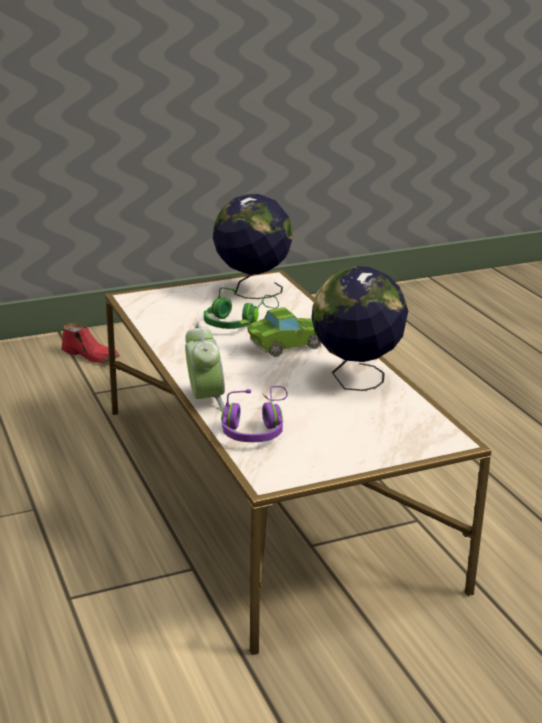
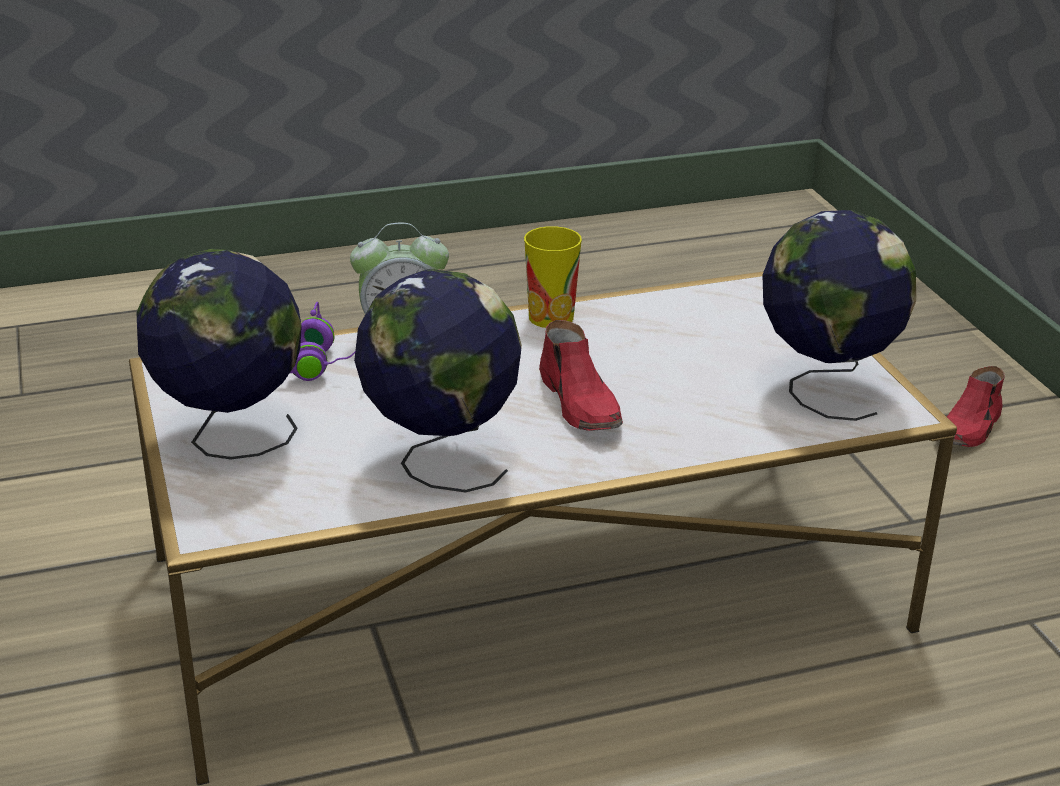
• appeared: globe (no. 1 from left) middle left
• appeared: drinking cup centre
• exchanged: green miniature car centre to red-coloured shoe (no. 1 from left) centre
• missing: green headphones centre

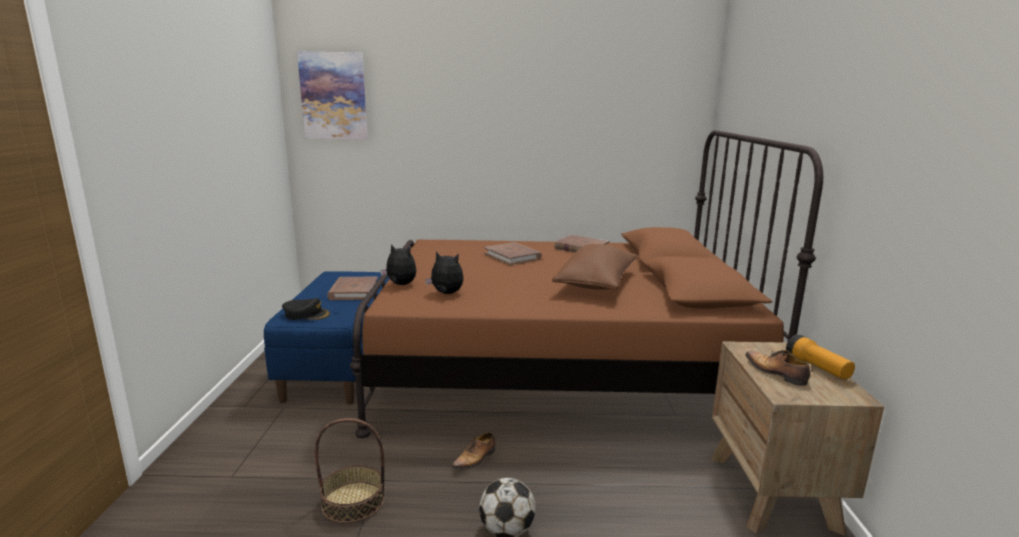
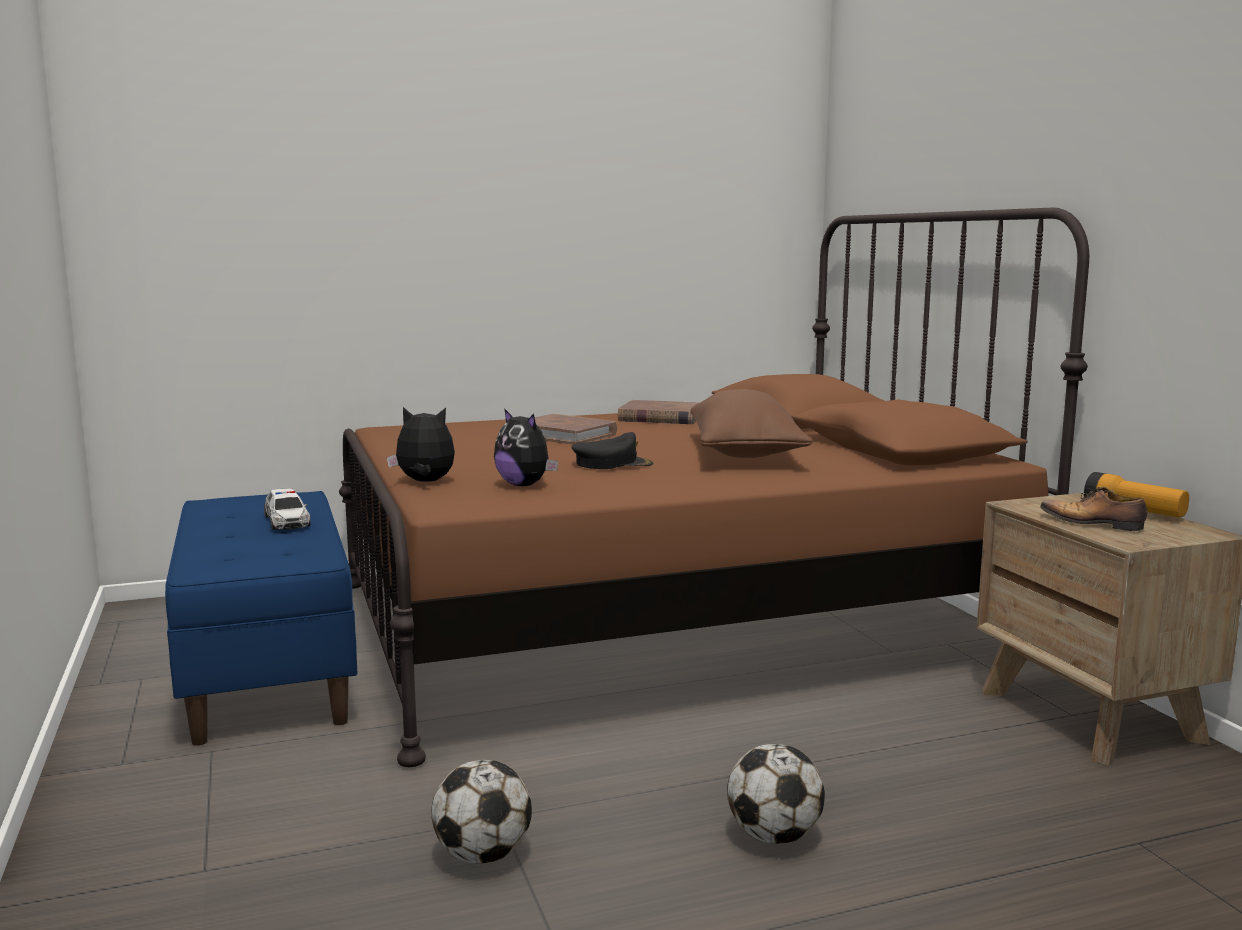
• exchanged: brown volume (no. 1 from left) centre to miniature car middle left
• exchanged: storage basket bottom centre to football ball (no. 1 from left) bottom centre
• spun: cuddly toy (no. 2 from left) centre = centre 135 degrees counterclockwise
• relocated: black-coloured baseball cap middle left to centre
• missing: picture top left
• missing: shoe (no. 1 from left) bottom centre

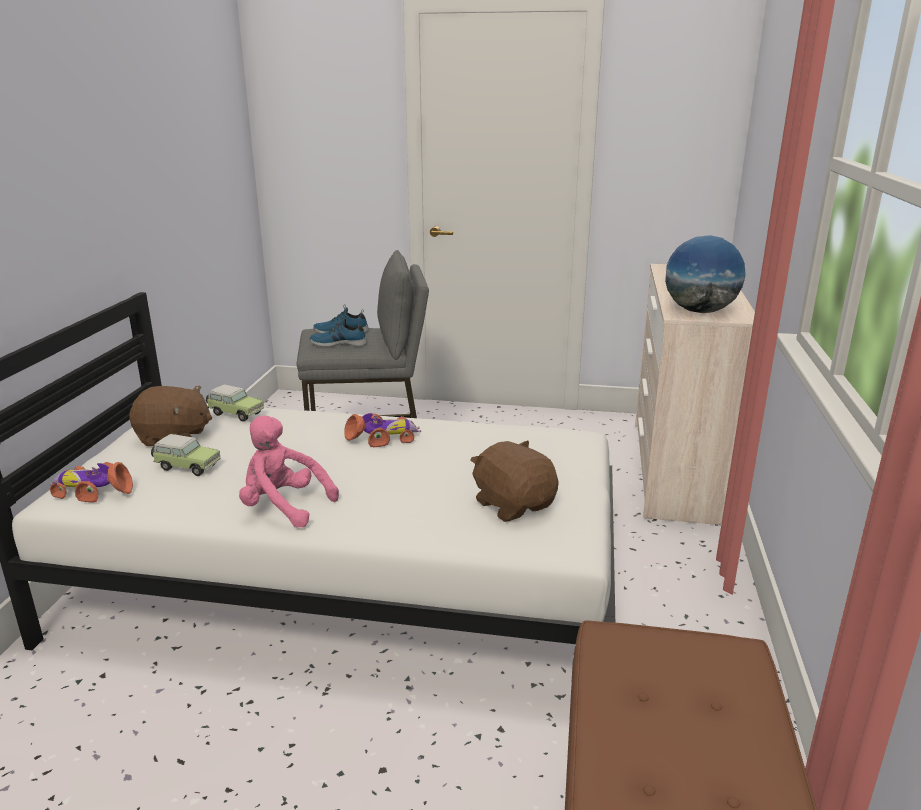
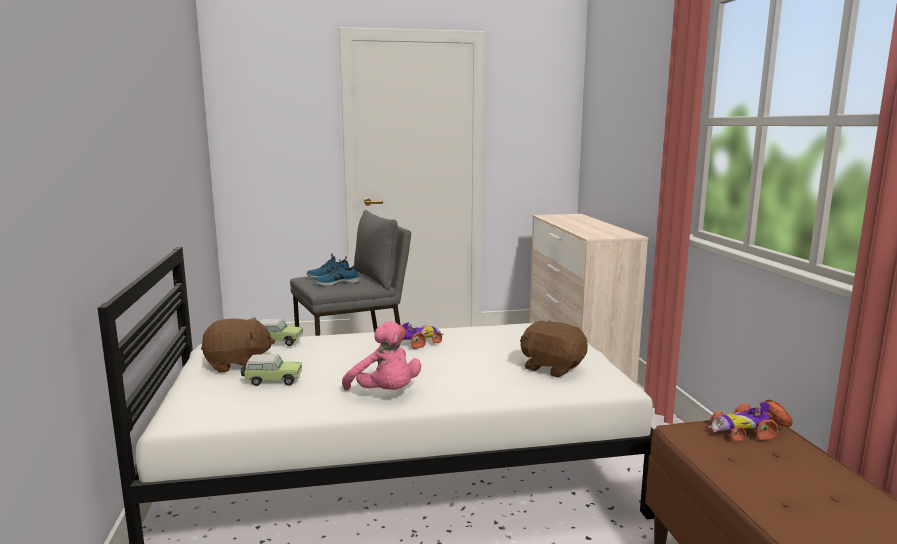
• spun: pinkish cuddly toy middle left = centre 135 degrees counterclockwise
• relocated: miniature car (no. 1 from left in the first image) middle left to miniature car (no. 4 from left) bottom right
• missing: globe middle right

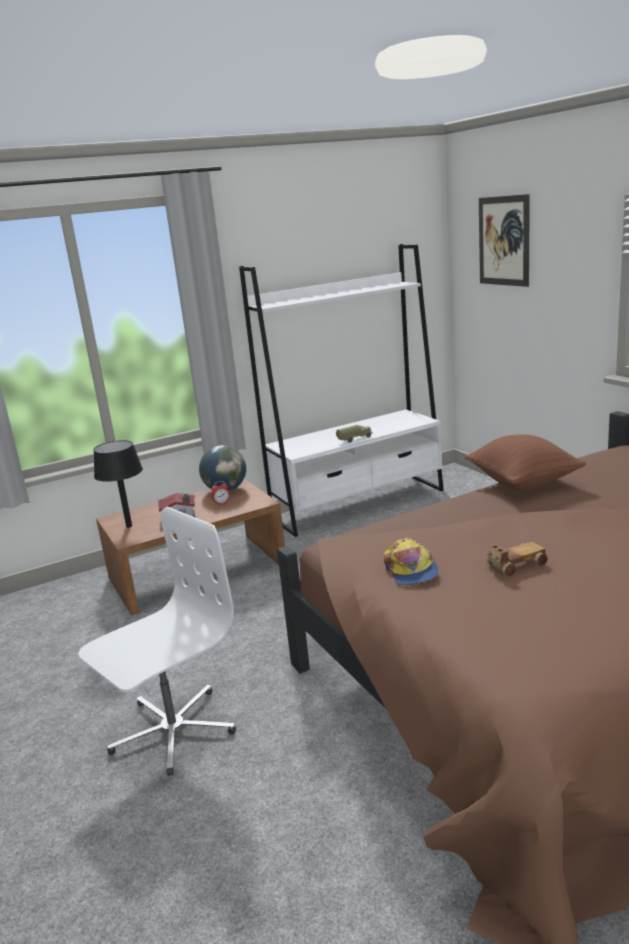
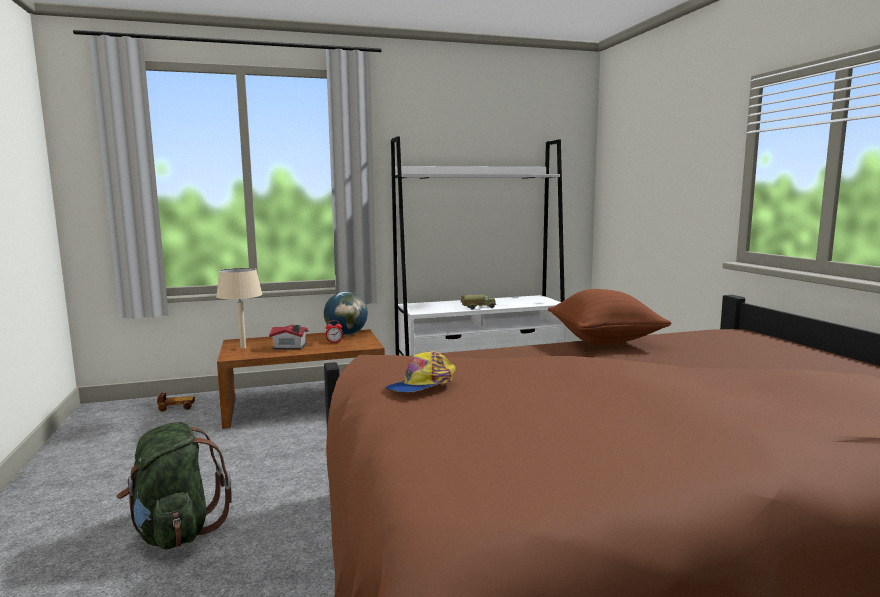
• exchanged: white-coloured computer chair bottom left to green backpack bottom left
• relocated: miniature car middle right to bottom left
• colour: black-coloured table lamp middle left to beige-coloured table lamp middle left
• spun: baseball cap centre = centre 45 degrees clockwise
• missing: picture top right

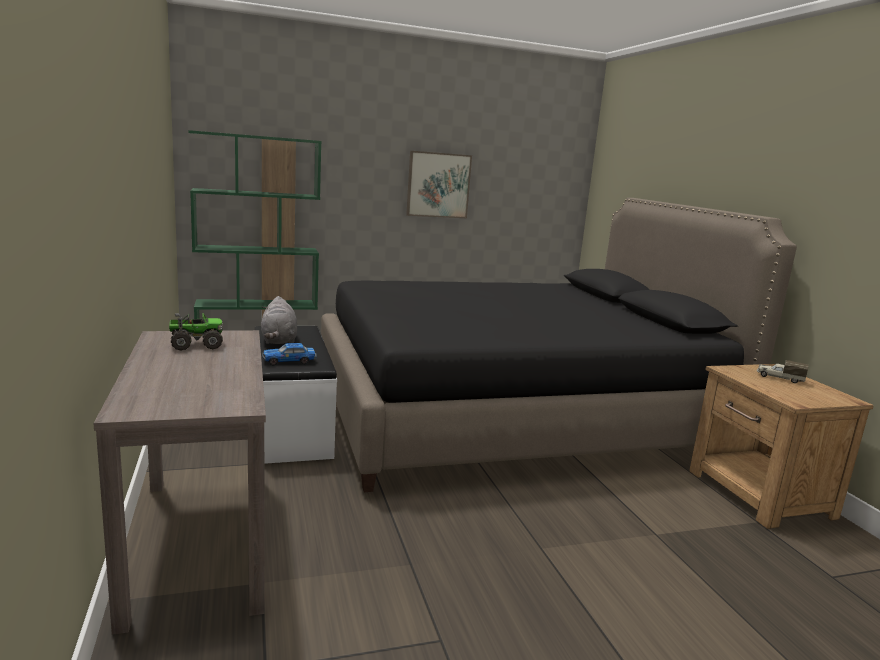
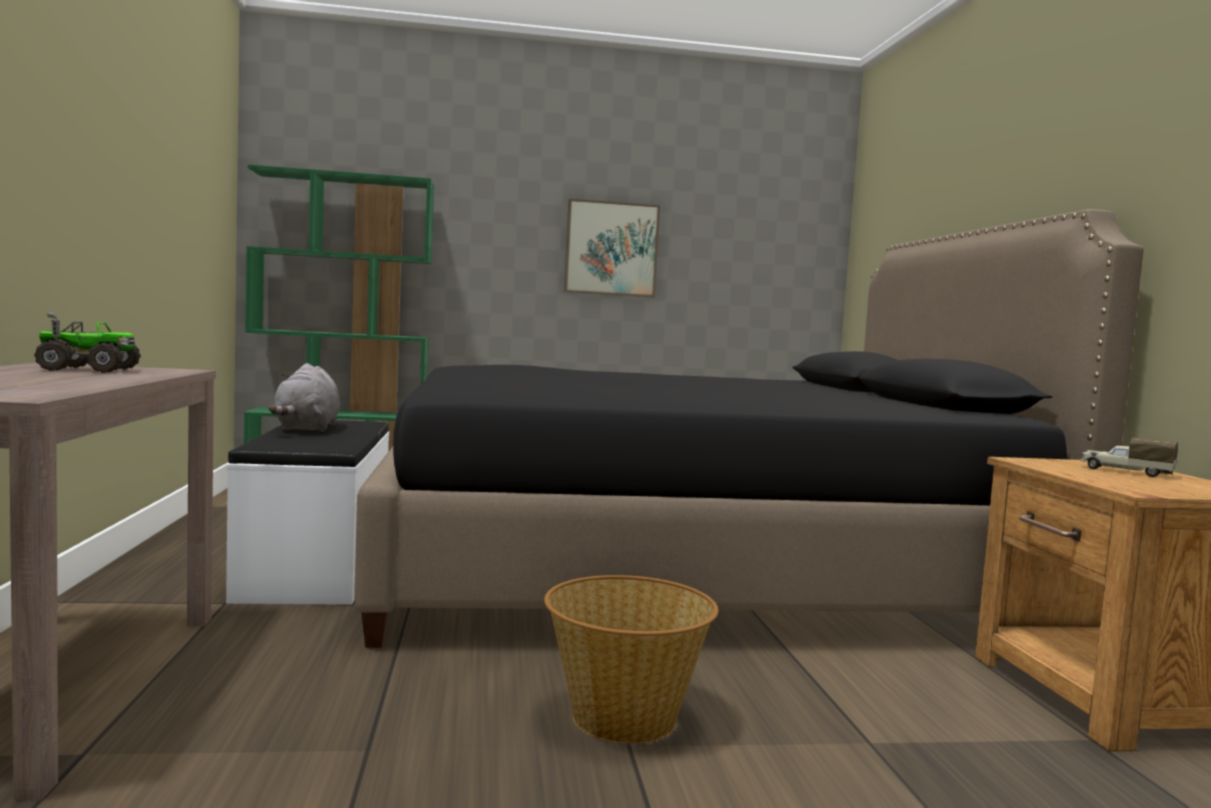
• appeared: storage basket bottom centre
• missing: miniature car middle left

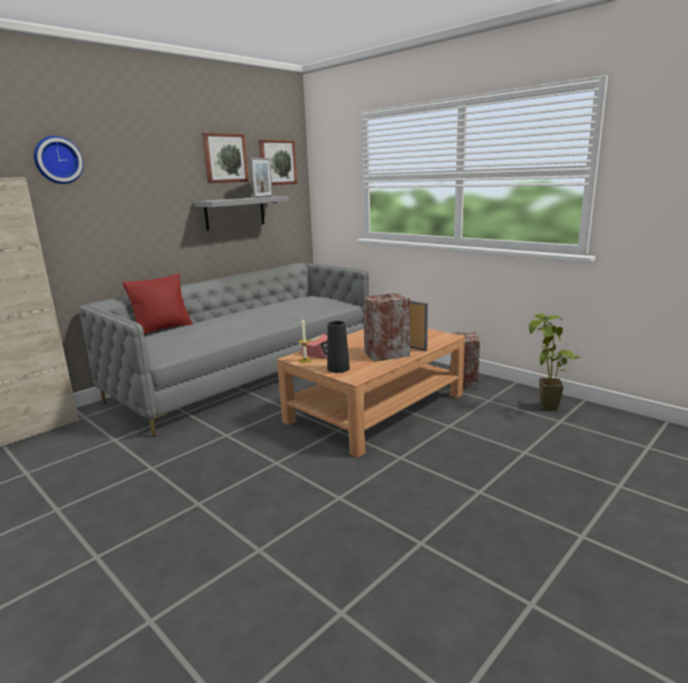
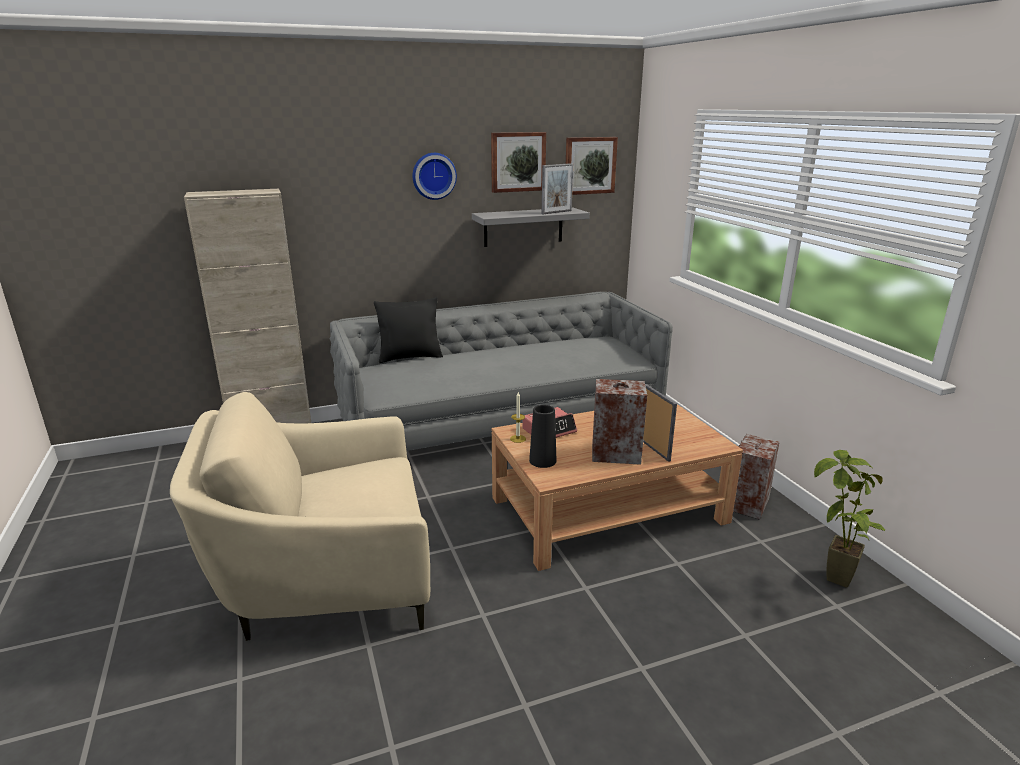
• appeared: beige-coloured armchair bottom left
• colour: red-coloured cushion middle left to black-coloured cushion centre
• relocated: wall clock top left to top centre

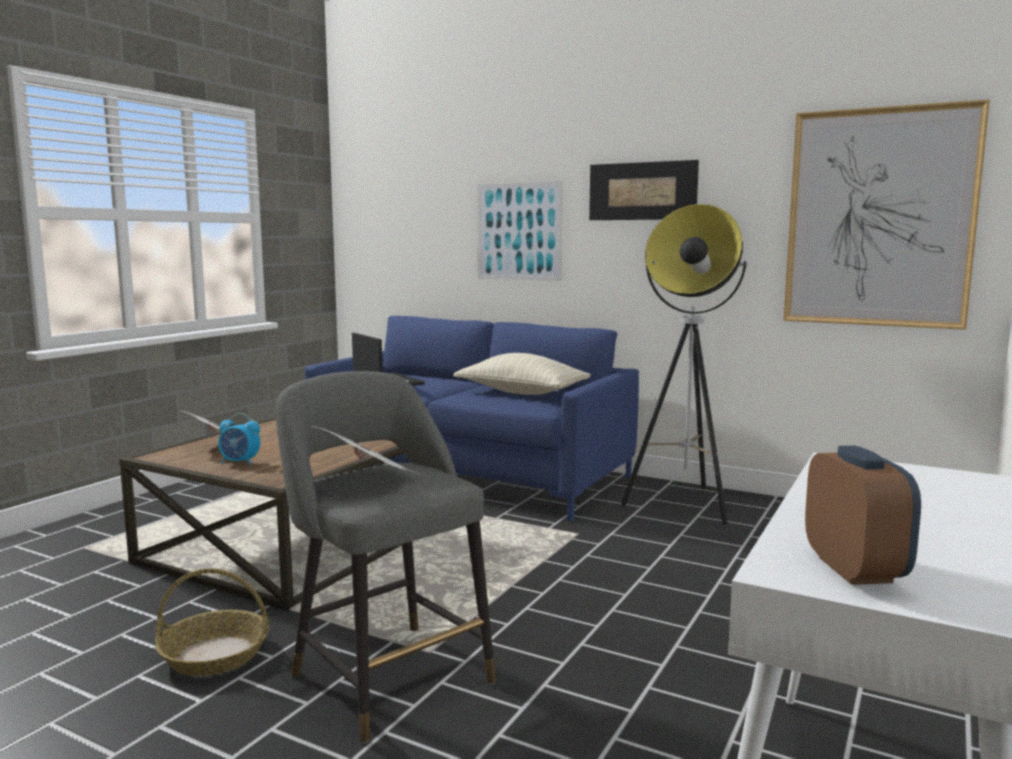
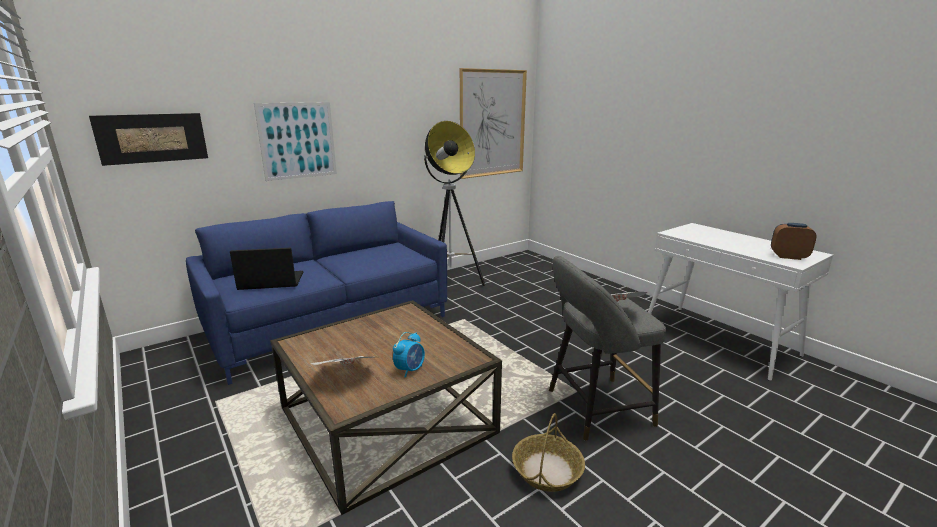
• relocated: picture (no. 2 from left in the first image) top centre to picture (no. 1 from left) top left
• missing: beige-coloured cushion centre

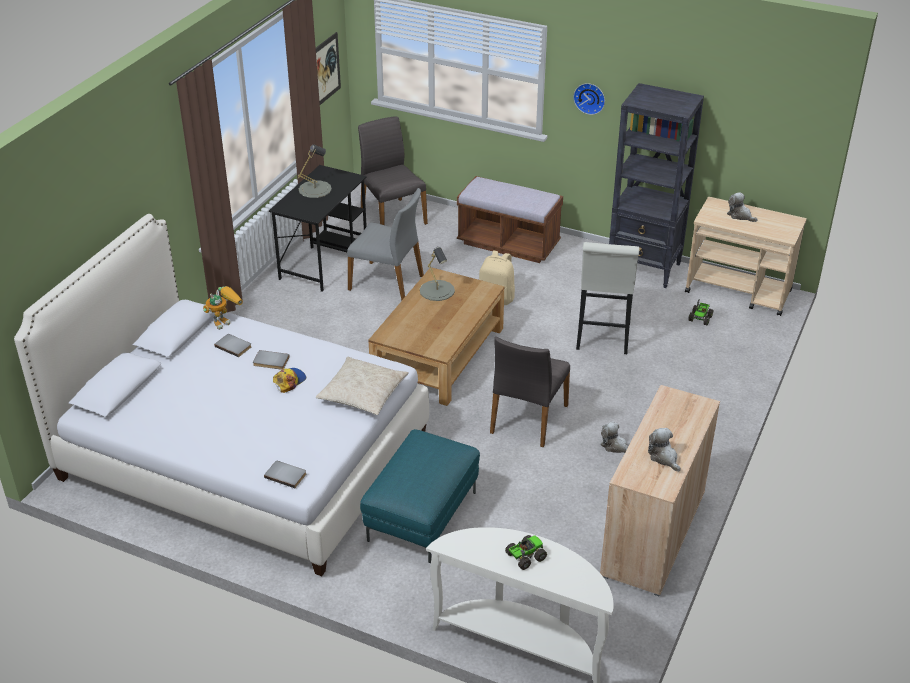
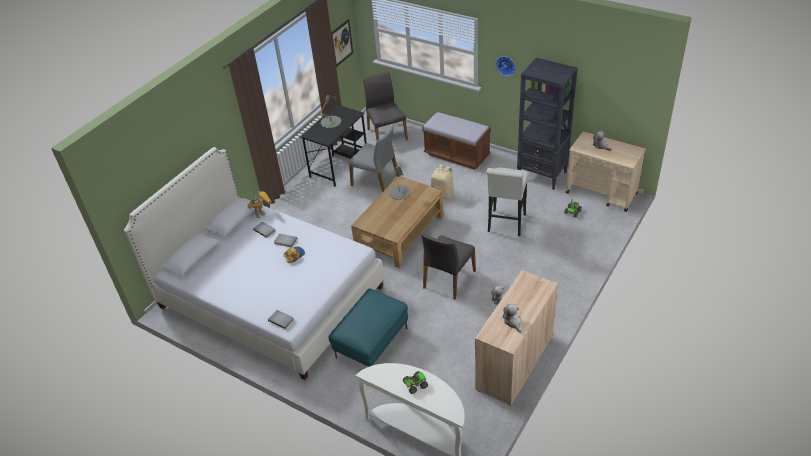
• missing: beige-coloured cushion centre

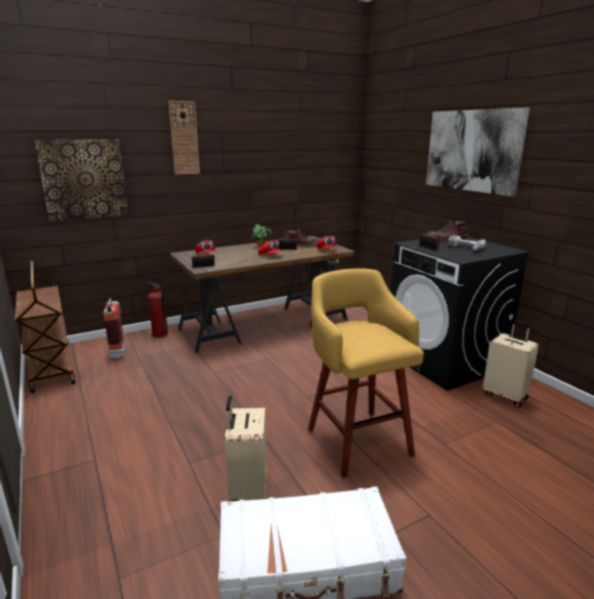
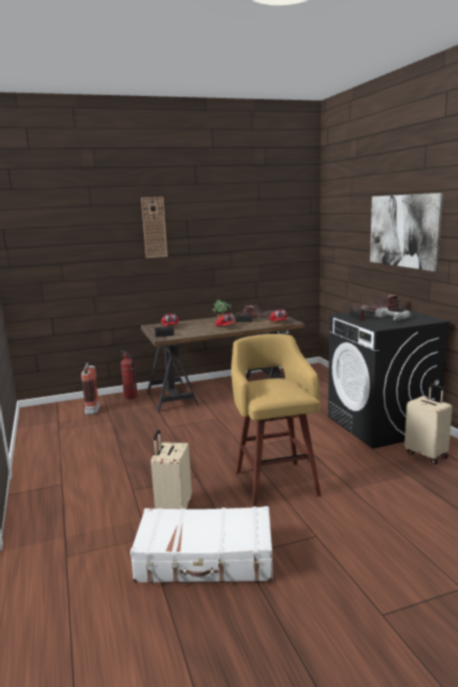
• missing: brown cart middle left
• missing: picture (no. 1 from left) top left

